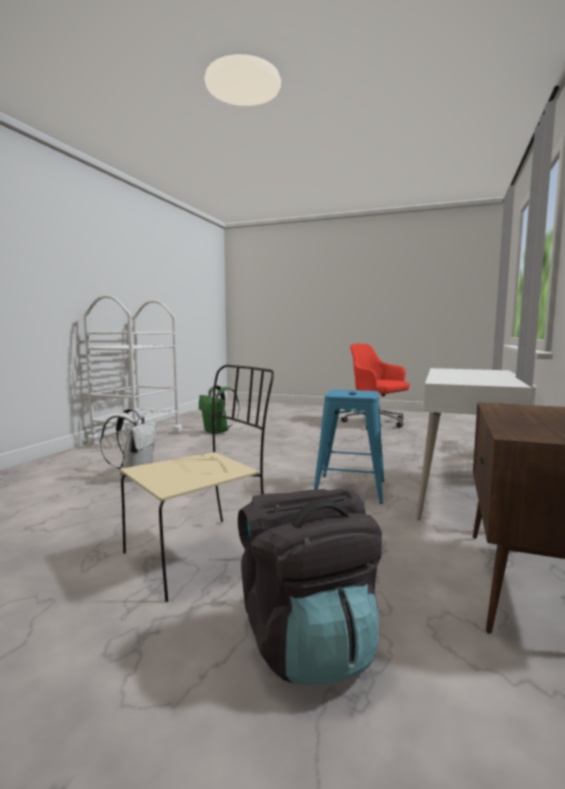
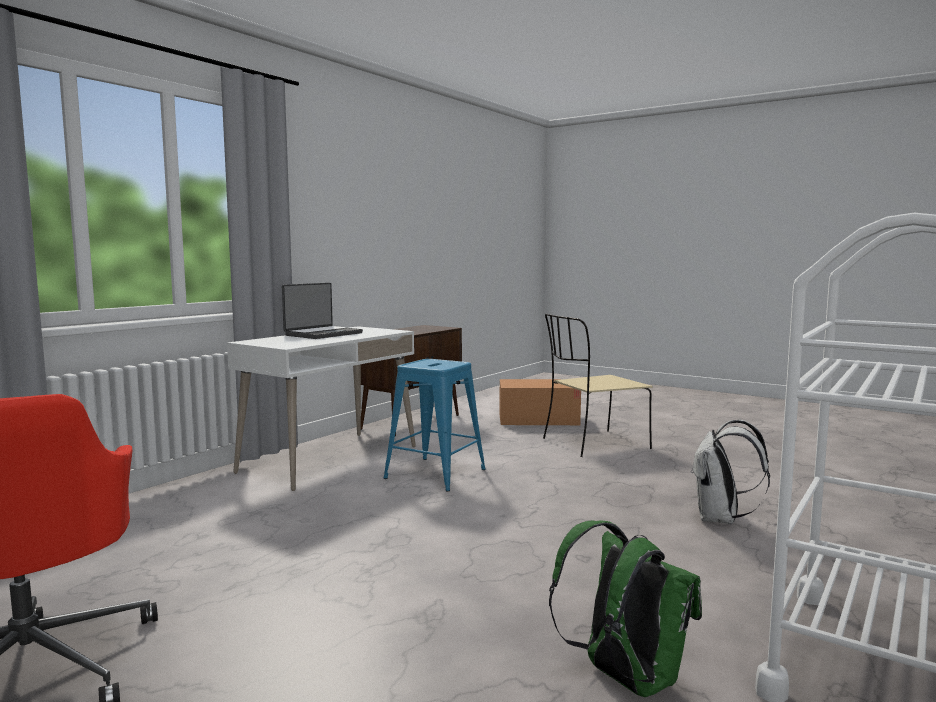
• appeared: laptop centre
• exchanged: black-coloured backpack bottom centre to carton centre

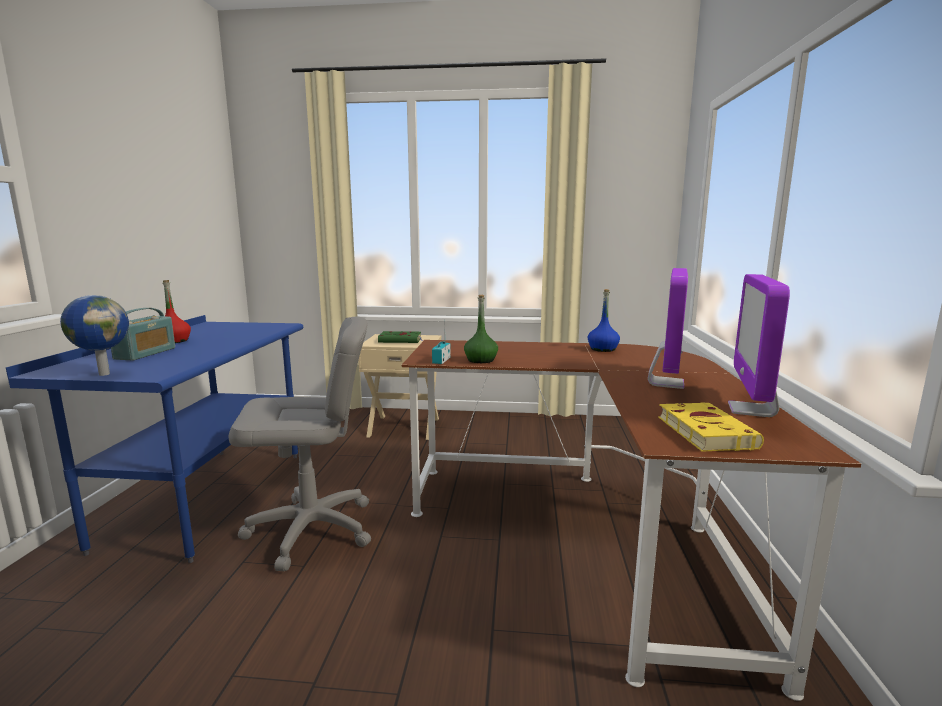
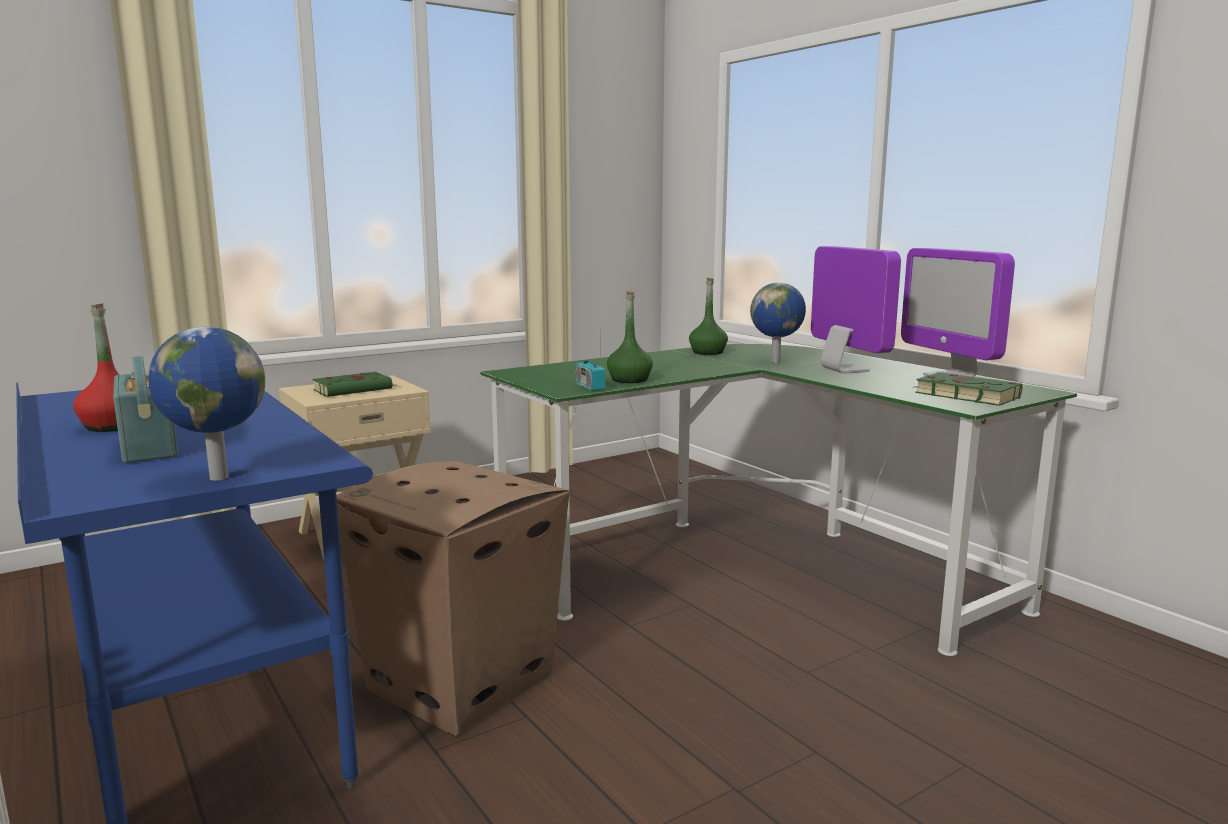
• exchanged: greyish computer chair middle left to carton bottom centre
• colour: brown desk bottom right to green desk centre
• colour: blue drink bottle centre to green drink bottle (no. 2 from left) centre
• appeared: globe (no. 2 from left) centre
• colour: yellow-coloured volume middle right to green volume (no. 2 from left) middle right

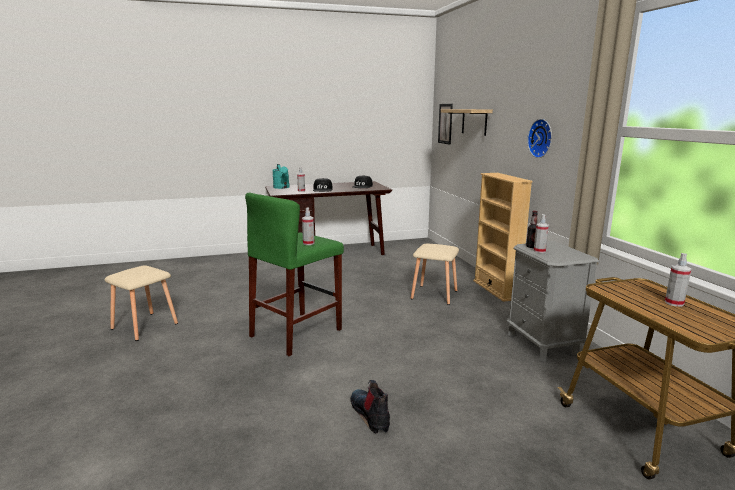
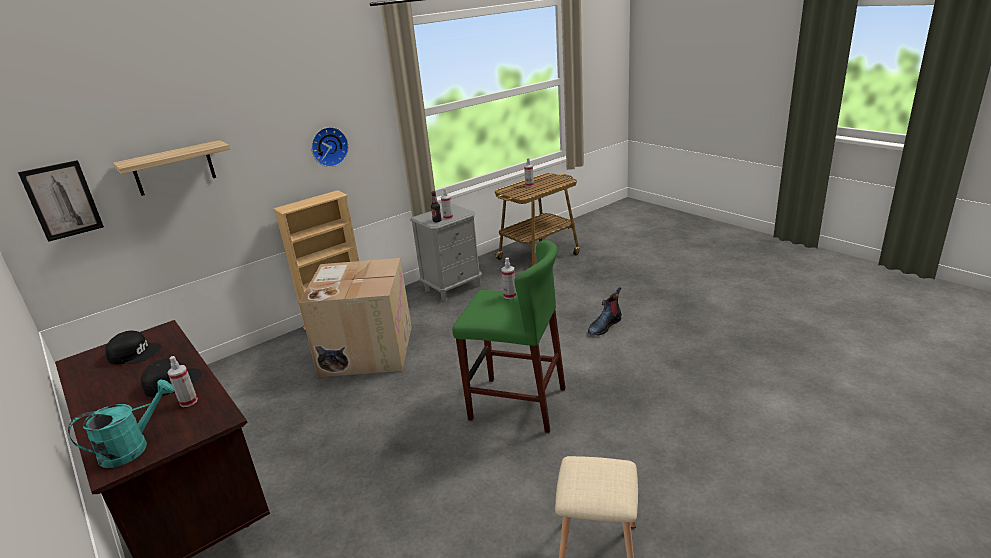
• exchanged: beige-coloured stool (no. 2 from left) centre to carton centre

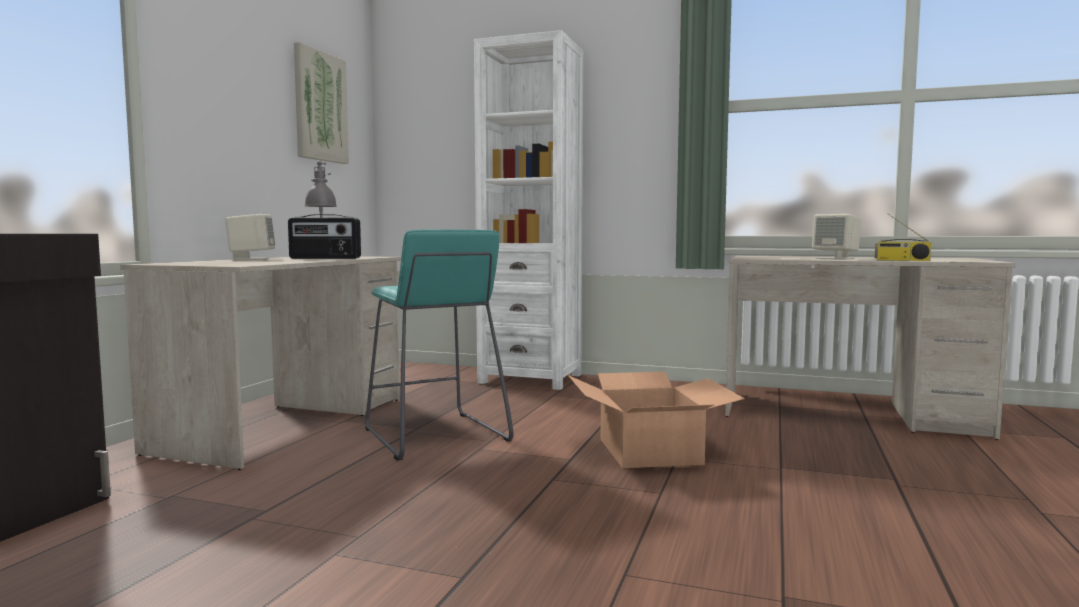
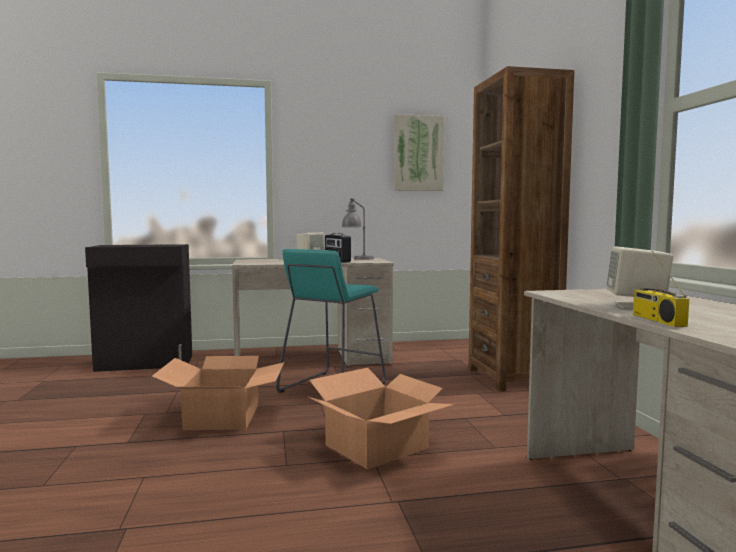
• appeared: carton (no. 1 from left) bottom left
• colour: white-coloured bookcase centre to brown bookcase middle right

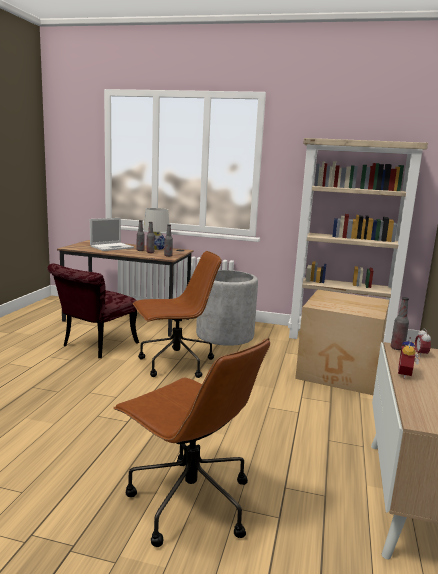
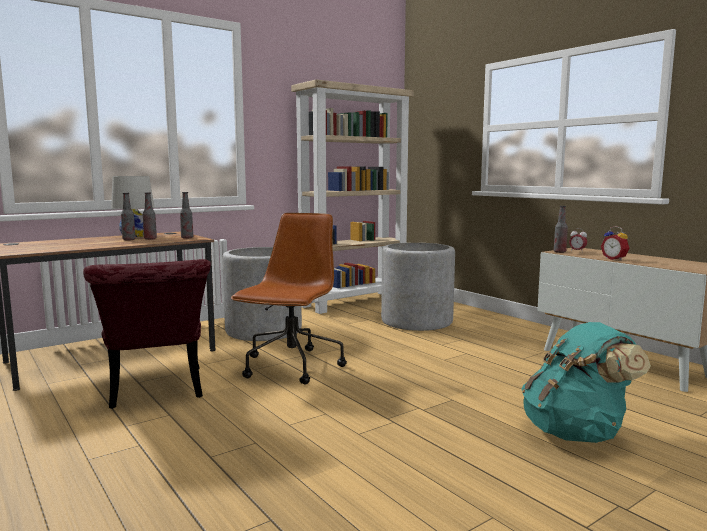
• exchanged: carton middle right to greyish flower pot (no. 2 from left) centre
• exchanged: brown computer chair (no. 2 from left) bottom centre to blue-green backpack bottom right
• missing: laptop middle left

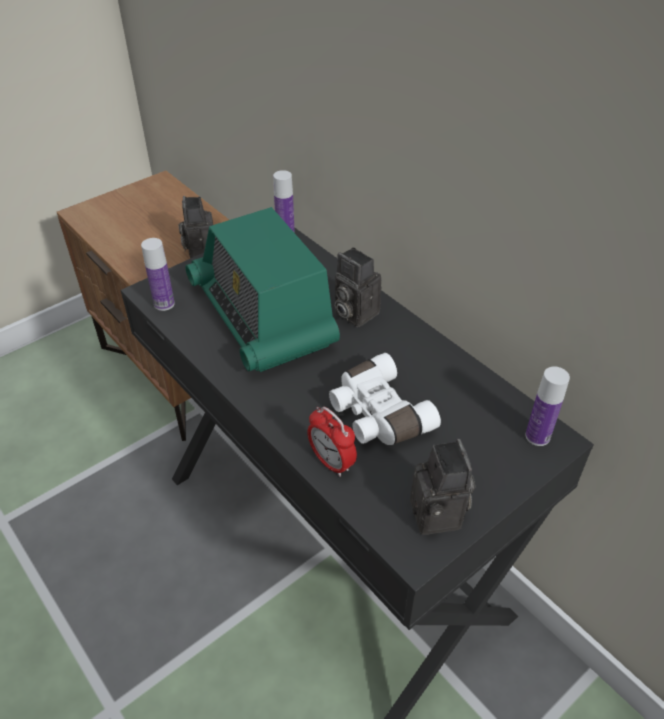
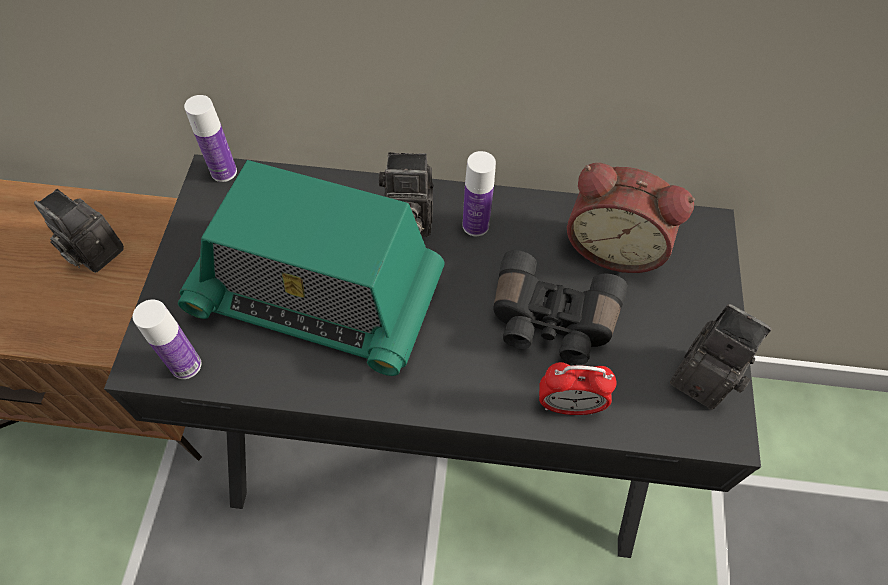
• relocated: drink bottle (no. 3 from left) middle right to top centre
• colour: white-coloured pair of binoculars centre to black-coloured pair of binoculars centre
• appeared: bedside clock (no. 2 from left) middle right

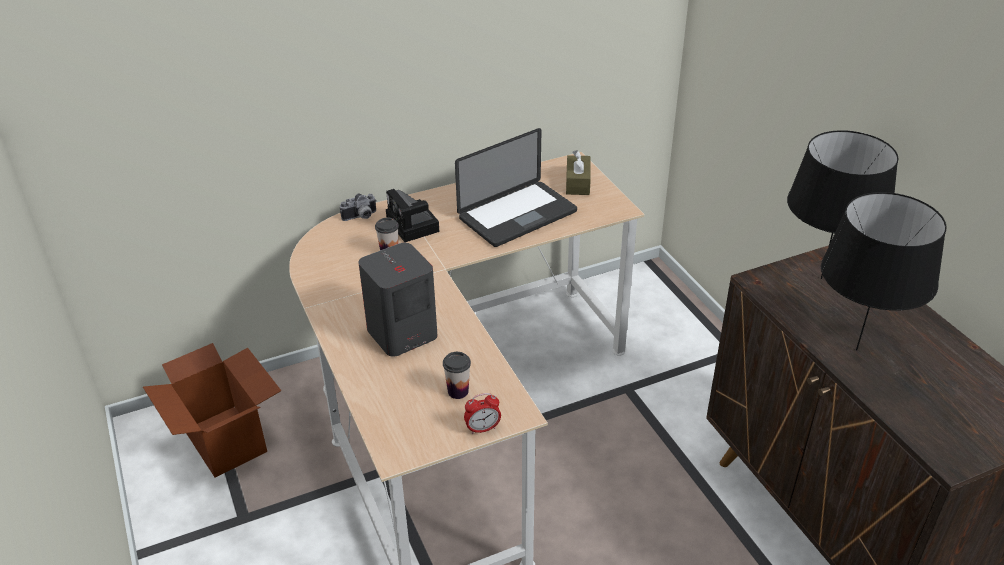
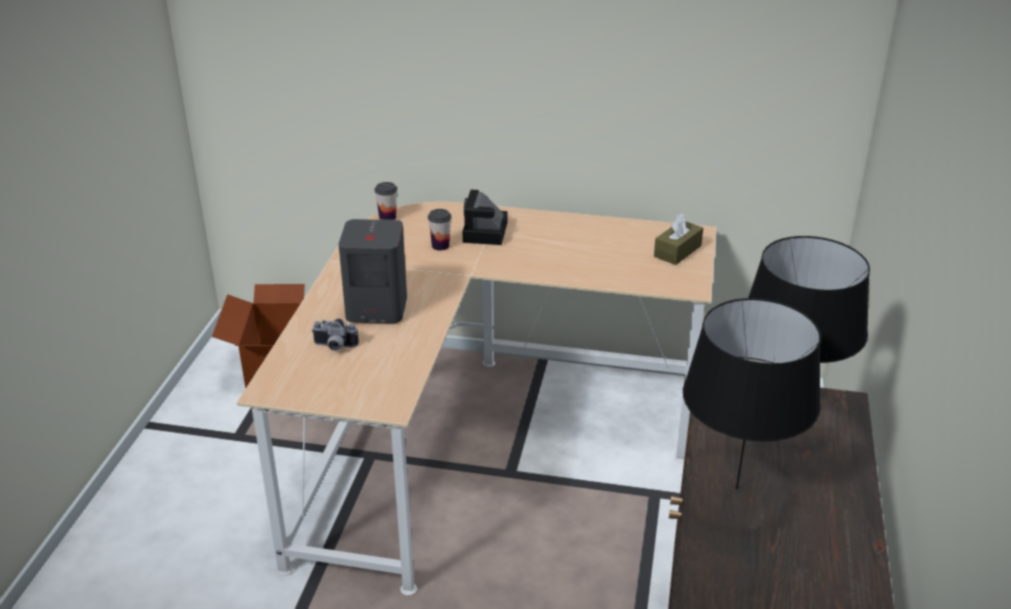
• relocated: photo camera (no. 1 from left) centre to middle left
• relocated: drinking cup (no. 2 from left in the first image) centre to drinking cup (no. 1 from left) top centre
• missing: laptop top centre
• missing: bedside clock bottom centre

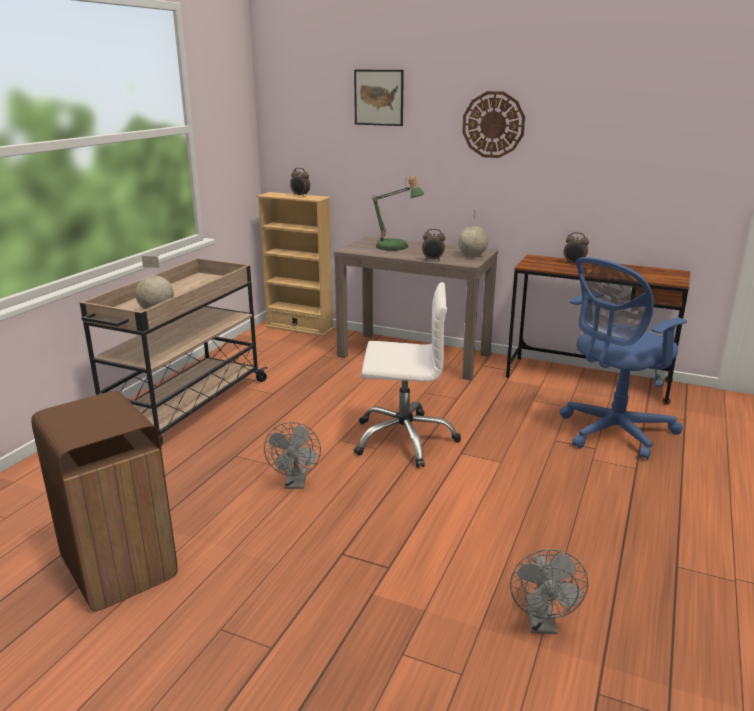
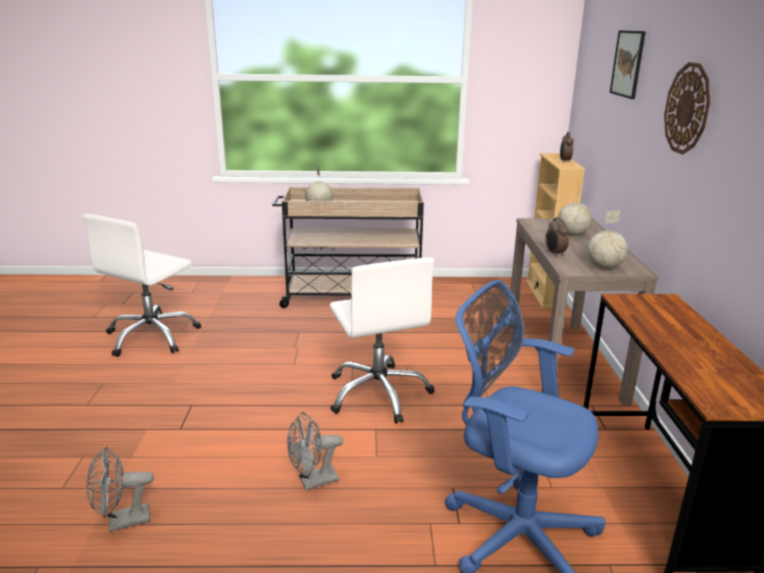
• exchanged: brown trash can bottom left to white-coloured computer chair (no. 1 from left) middle left
• relocated: greyish cooling fan (no. 1 from left in the first image) centre to greyish cooling fan (no. 2 from left) bottom centre
• exchanged: table lamp top centre to globe (no. 2 from left) middle right
• missing: bedside clock (no. 3 from left) middle right

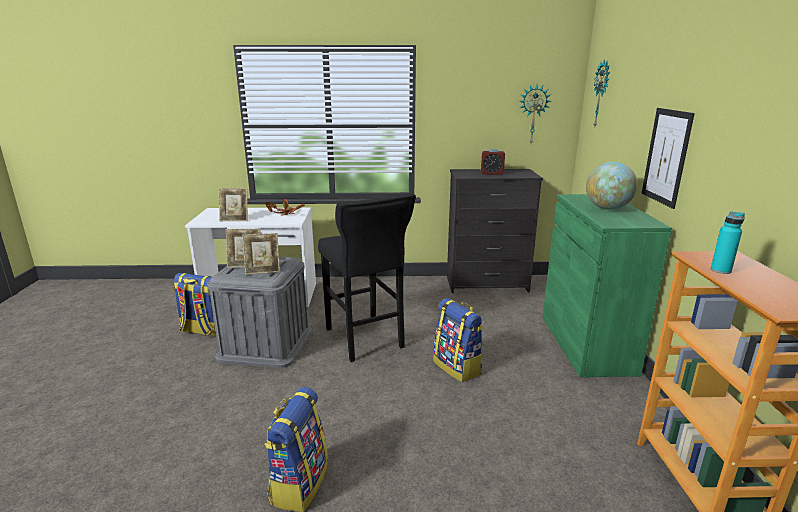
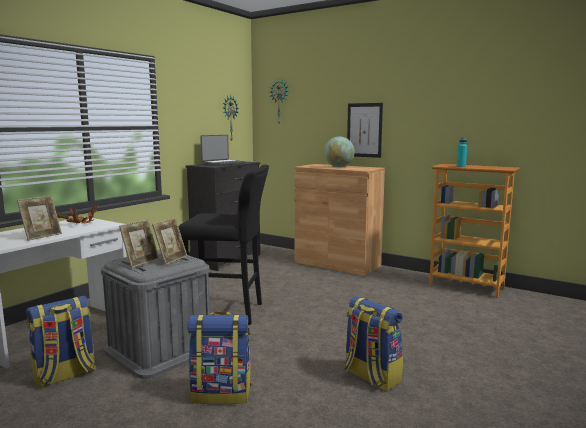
• relocated: backpack (no. 3 from left in the first image) centre to backpack (no. 2 from left) bottom centre
• exchanged: bedside clock top centre to laptop centre
• colour: green cabinet middle right to brown cabinet centre

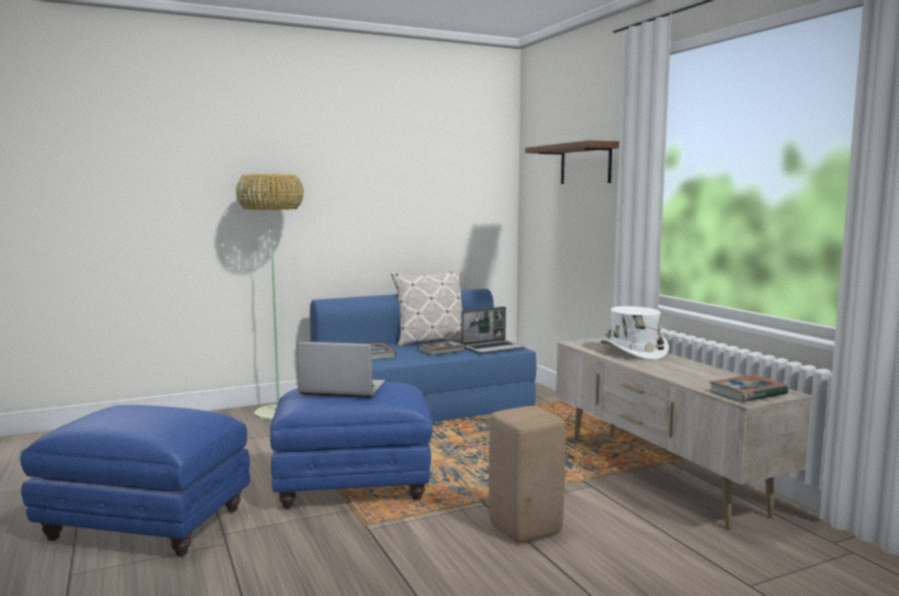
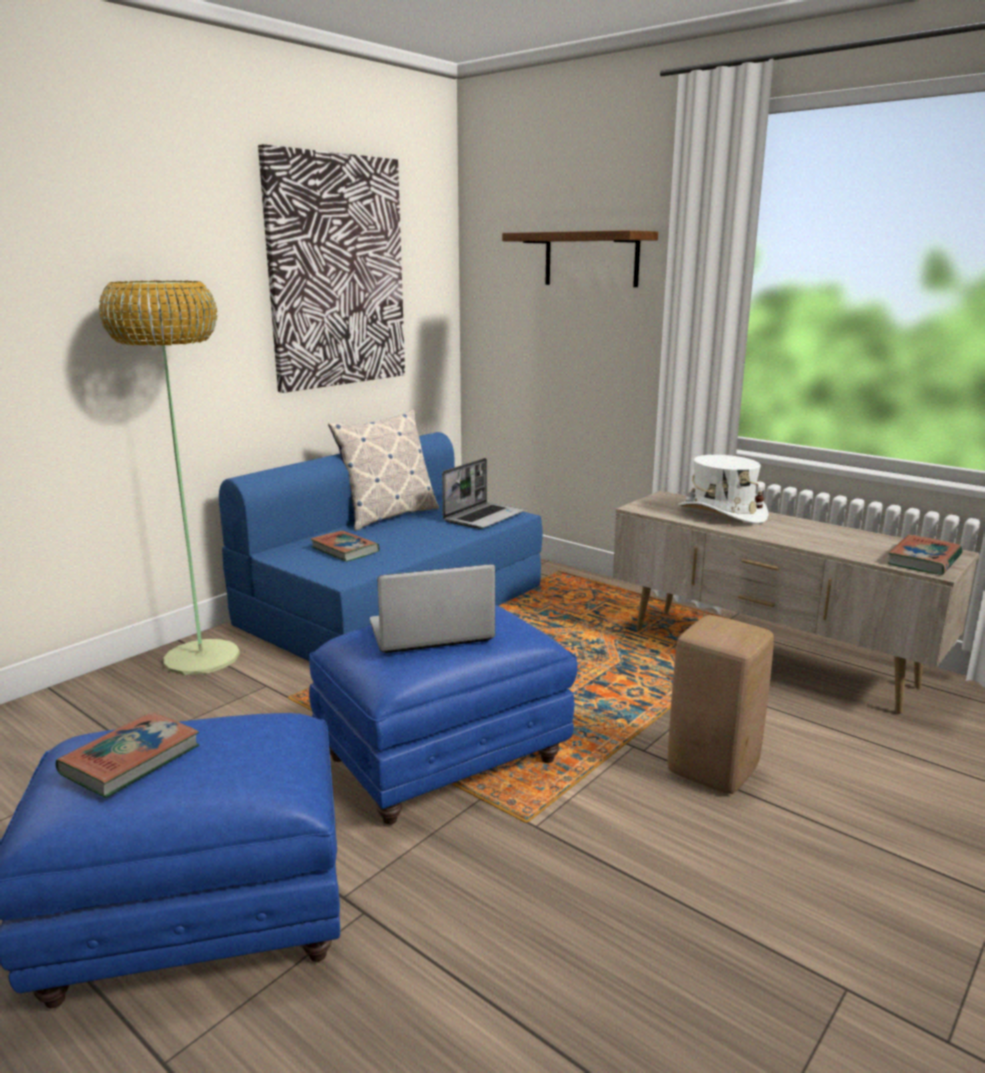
• relocated: volume (no. 2 from left in the first image) centre to volume (no. 1 from left) bottom left
• appeared: picture top centre

